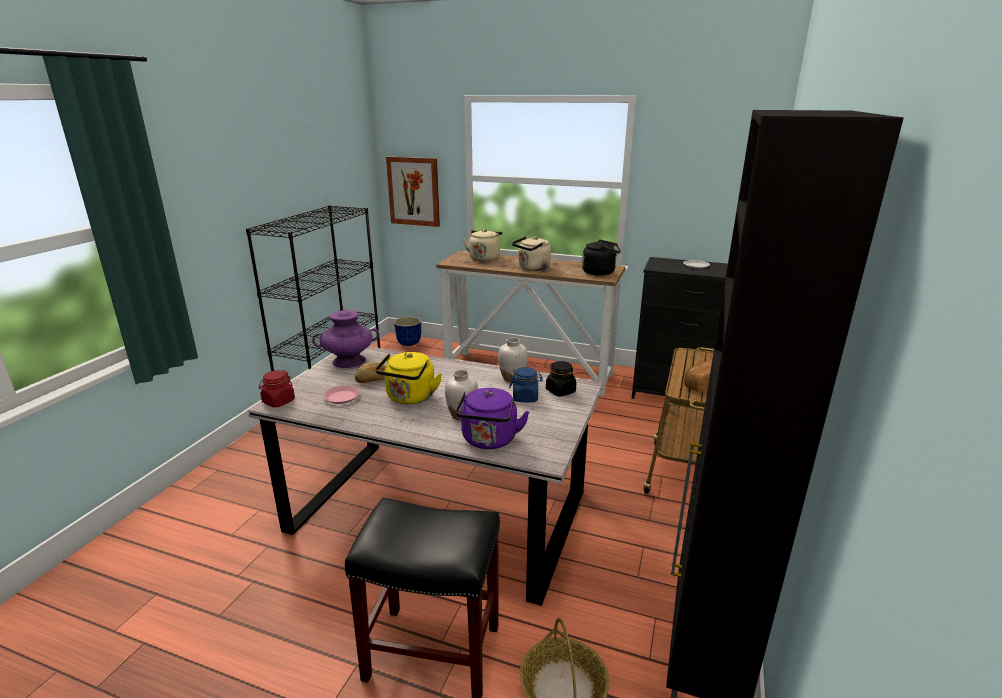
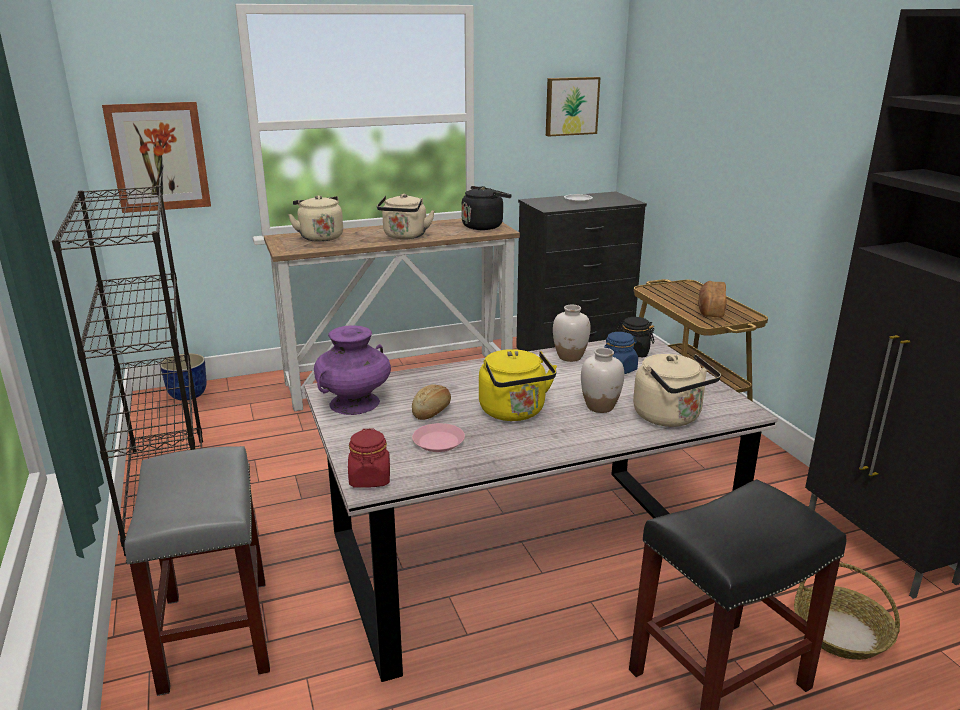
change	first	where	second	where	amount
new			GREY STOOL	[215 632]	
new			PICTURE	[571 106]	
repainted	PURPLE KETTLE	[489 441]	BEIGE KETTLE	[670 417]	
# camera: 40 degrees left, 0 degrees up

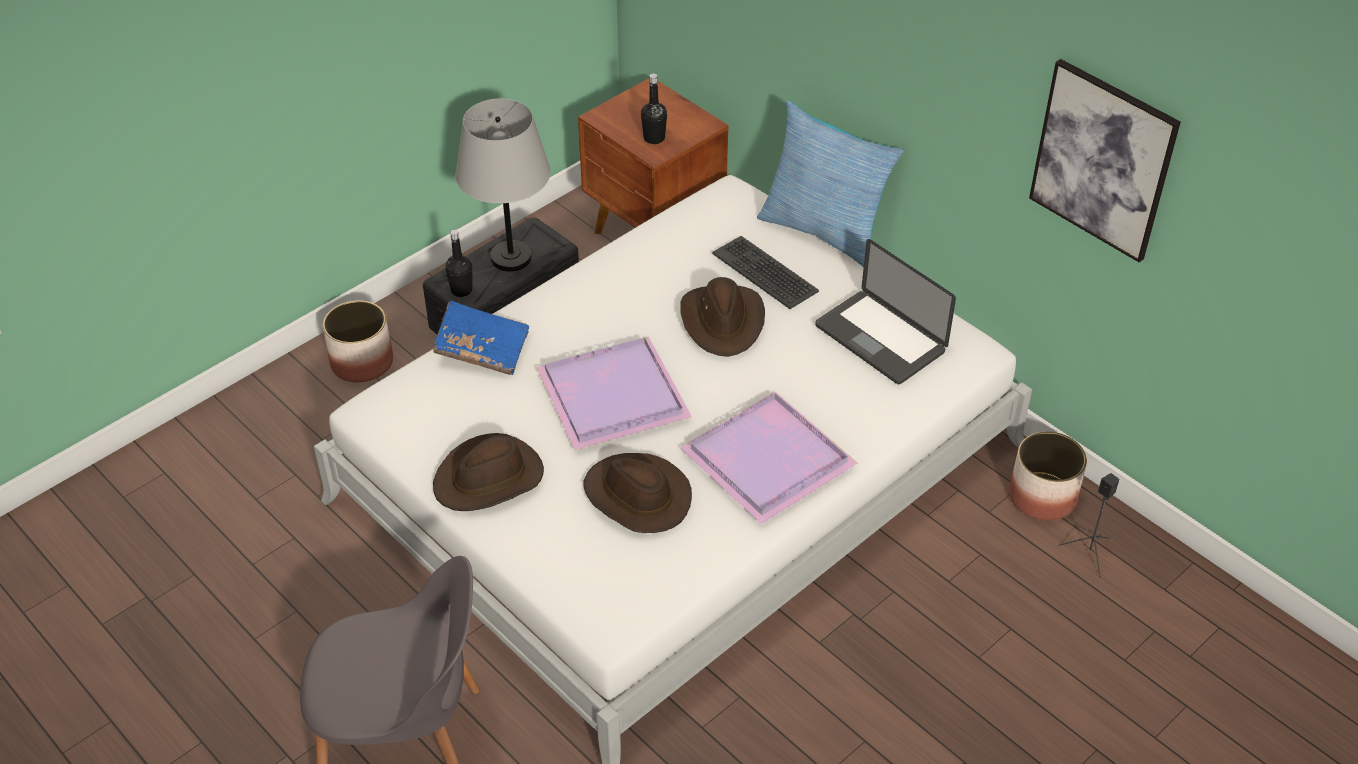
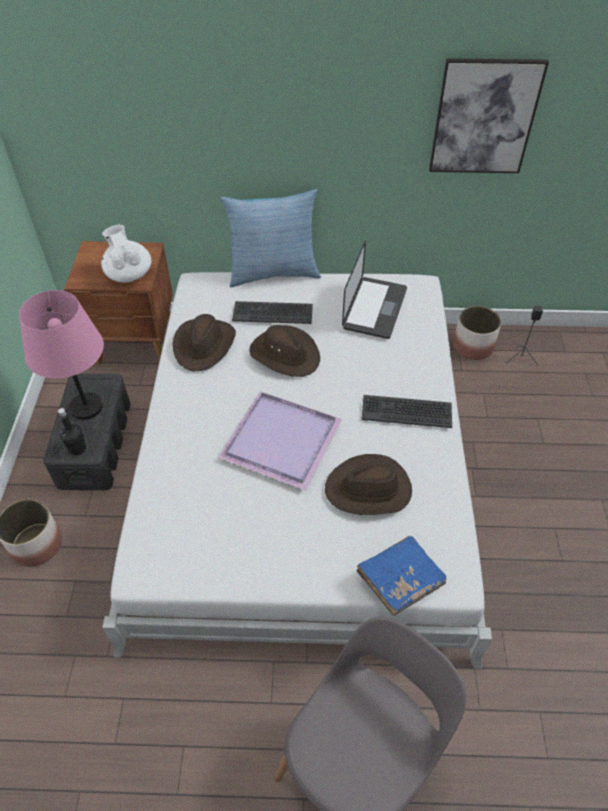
change	first	where	second	where	amount
repainted	GREY TABLE LAMP	[511 258]	PINK TABLE LAMP	[87 407]	
swapped	BLACK BOTTLE	[654 138]	WHITE TEAPOT	[129 274]	
shifted	BROWN HAT	[489 479]		[204 345]	
rotated	LAPTOP	[880 339]		[374 308]	75 degrees counterclockwise
shifted	BLUE BOOK	[482 349]		[400 580]	
swapped	PURPLE TRAY	[771 459]	KEYBOARD	[406 411]	
# camera: 45 degrees left, 5 degrees up

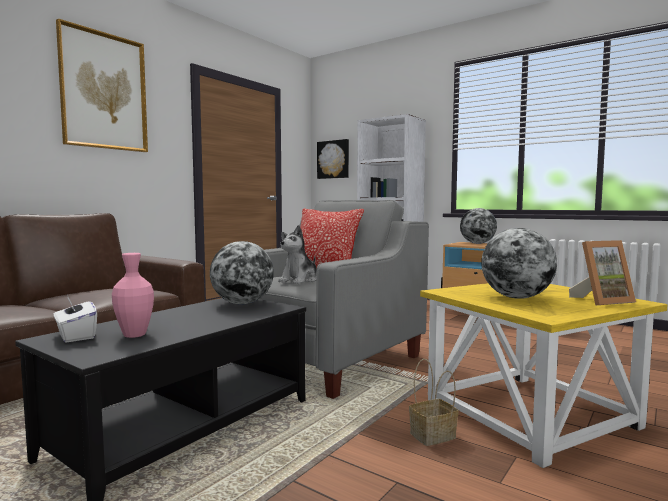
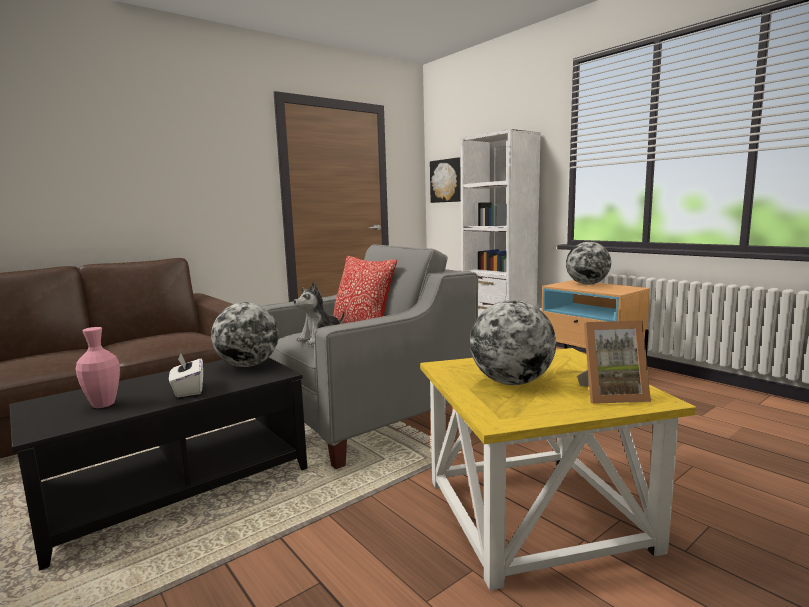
change	first	where	second	where	amount
shifted	WHITE TISSUE BOX	[76 336]		[188 390]	
gone	PICTURE	[104 91]			
gone	BASKET	[432 436]			
# camera: 15 degrees right, 5 degrees up

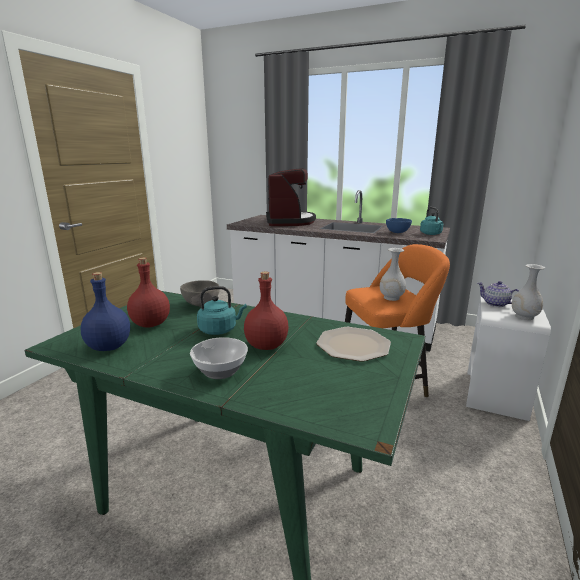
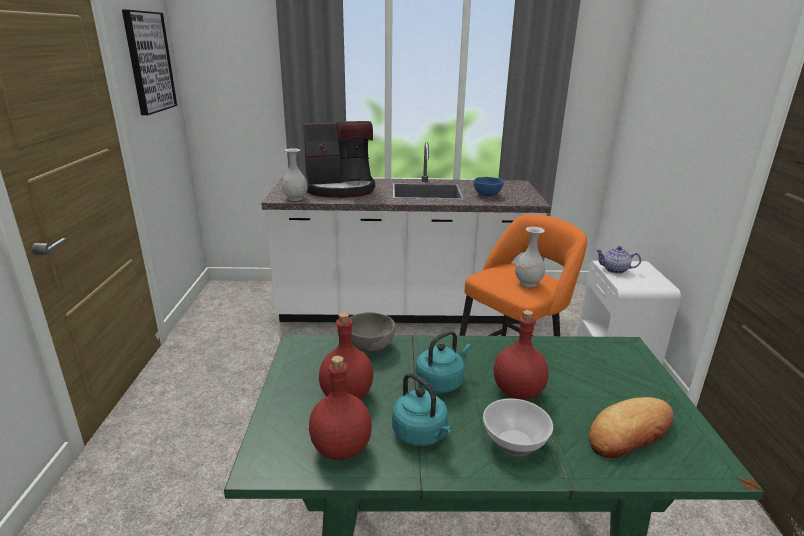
change	first	where	second	where	amount
new			PICTURE	[149 62]	
shifted	WHITE VASE	[524 316]		[295 198]	
rotated	COFFEE MACHINE	[289 222]		[340 188]	105 degrees clockwise
repainted	BLUE BOTTLE	[109 346]	RED BOTTLE	[341 447]	
shifted	TURQUOISE KETTLE	[431 234]		[421 435]	
new			BREAD	[630 433]	
gone	PLATE	[353 345]			
# camera: 25 degrees left, 5 degrees up

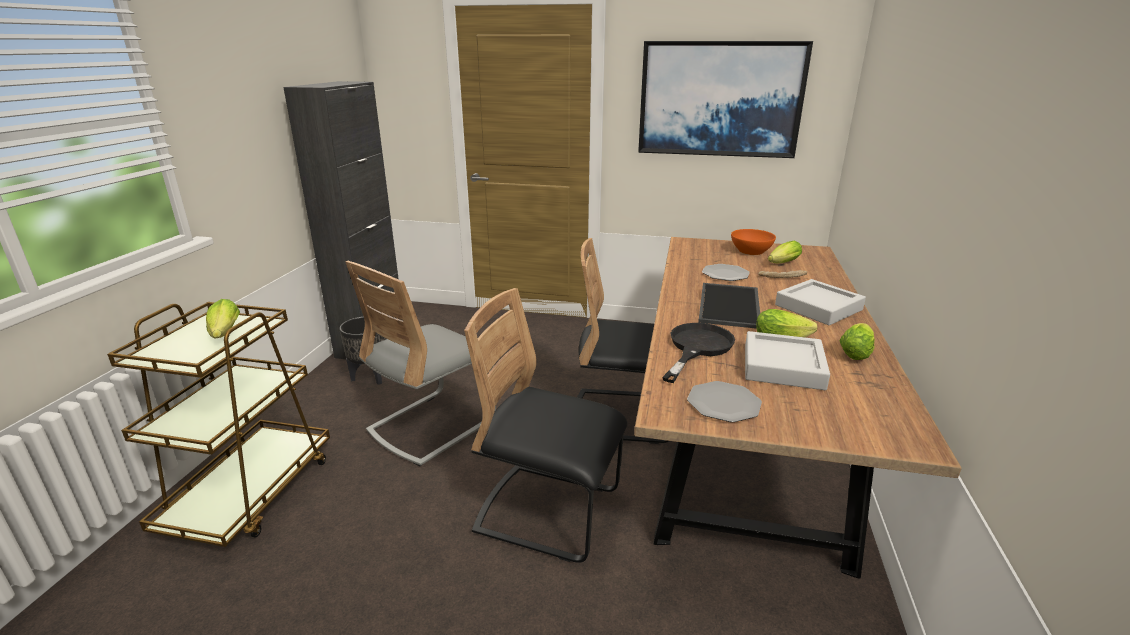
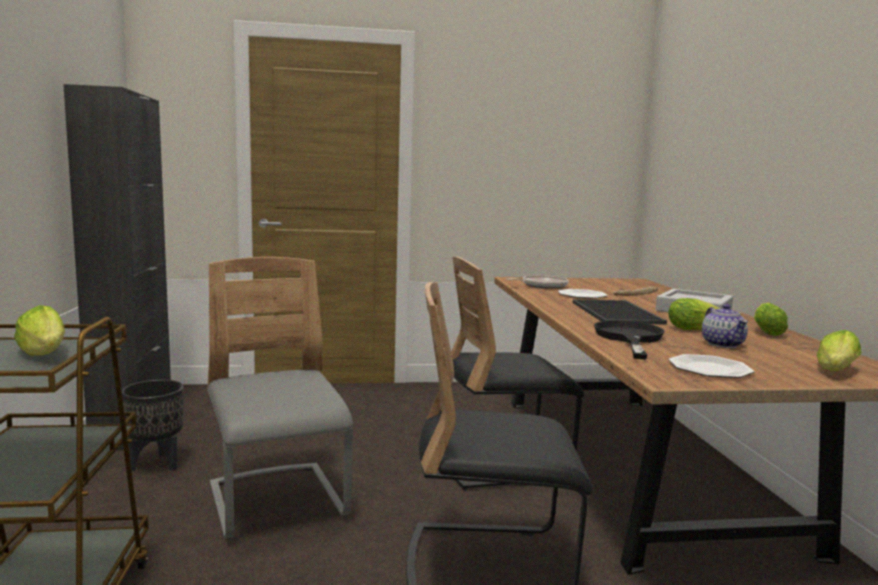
change	first	where	second	where	amount
rotated	GREY CHAIR	[432 425]		[277 502]	135 degrees clockwise
new			FRYING PAN	[542 286]	
swapped	GREY TRAY	[783 367]	TEAPOT	[722 344]	
shifted	LETTUCE	[781 264]		[835 371]	
gone	PICTURE	[720 99]			
gone	ORANGE BOWL	[750 251]			
# camera: 20 degrees left, 15 degrees down

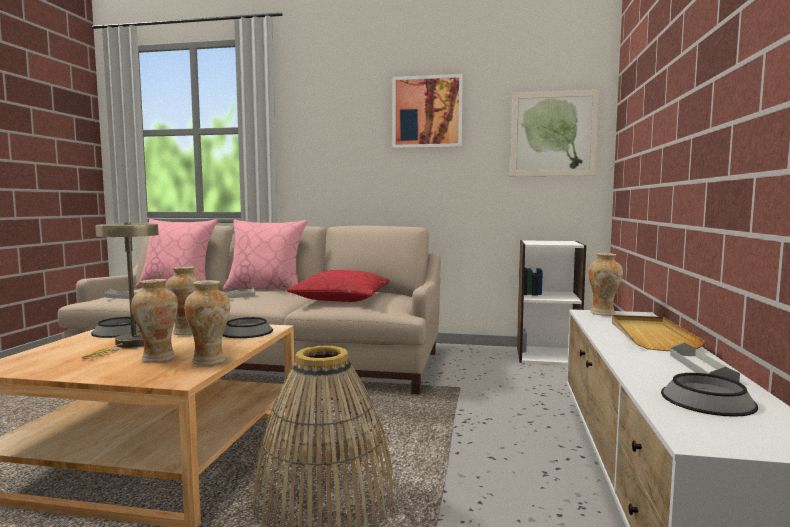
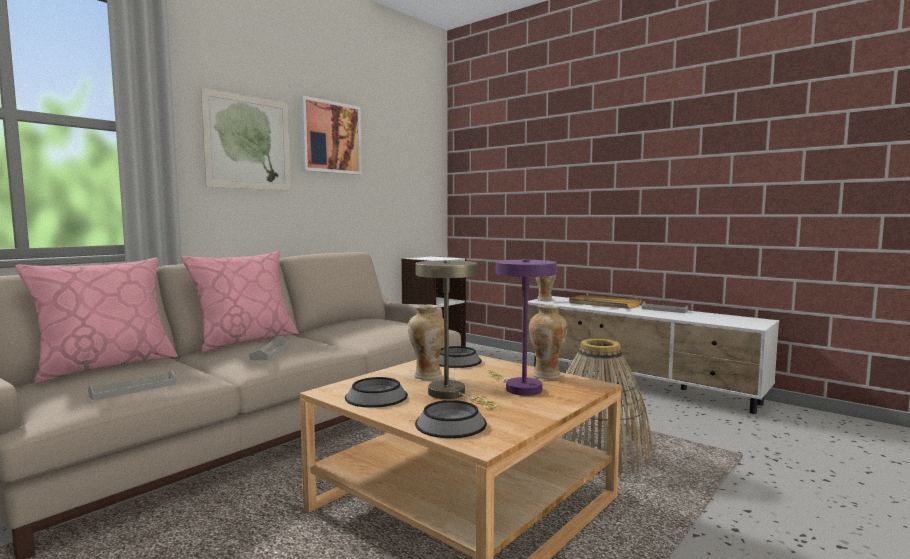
change	first	where	second	where	amount
shifted	PICTURE	[553 134]		[248 143]	
shifted	BOWL	[708 399]		[451 423]	
swapped	VASE	[157 358]	PURPLE TABLE LAMP	[519 387]	
gone	RED PILLOW	[342 298]			
# camera: 60 degrees left, 0 degrees up

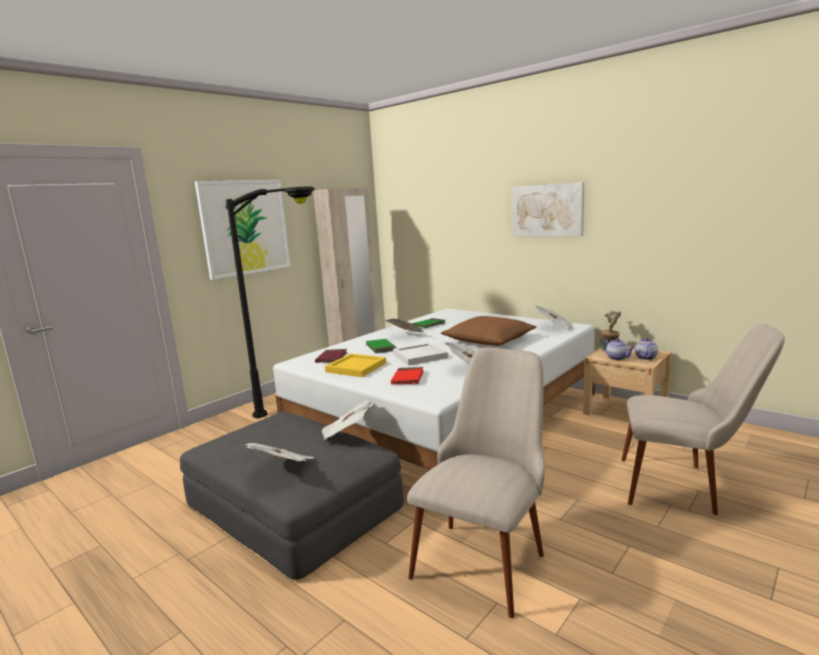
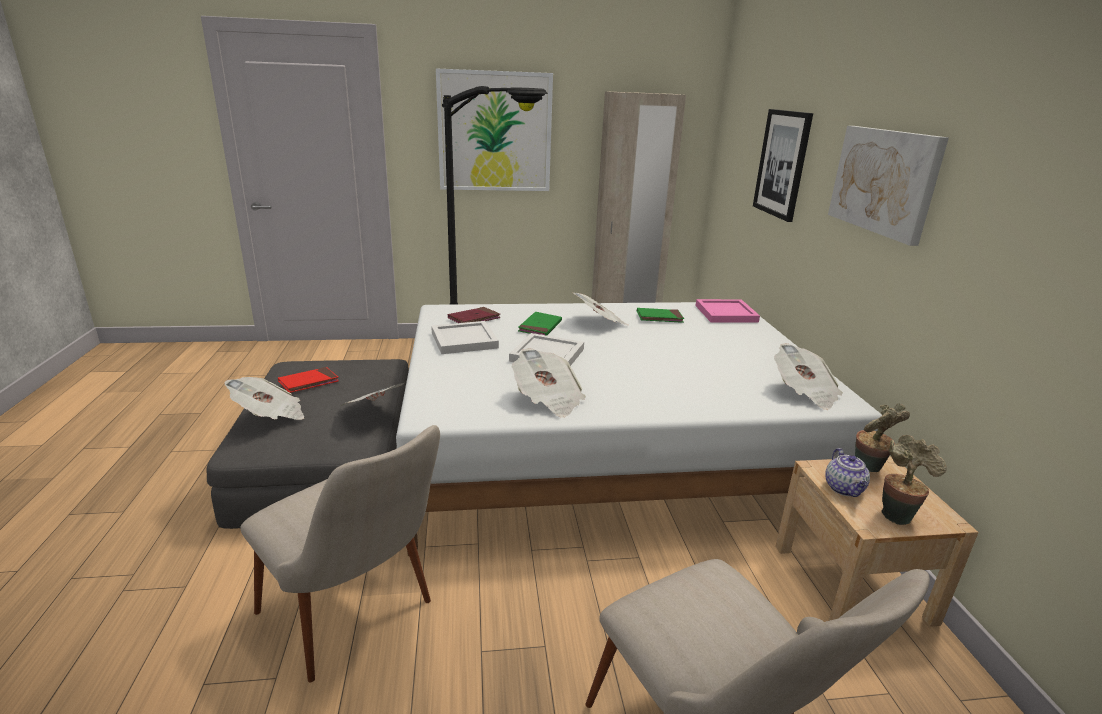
change	first	where	second	where	amount
rotated	BEIGE CHAIR	[486 552]		[359 622]	60 degrees clockwise
shifted	RED BOOK	[407 378]		[309 382]	
repainted	YELLOW TRAY	[356 368]	WHITE TRAY	[463 340]	
new			PINK TRAY	[725 314]	
new			PICTURE	[782 164]	
swapped	TEAPOT	[645 357]	POTTED PLANT	[896 514]	
gone	BROWN PILLOW	[488 340]			
# camera: 40 degrees right, 10 degrees up

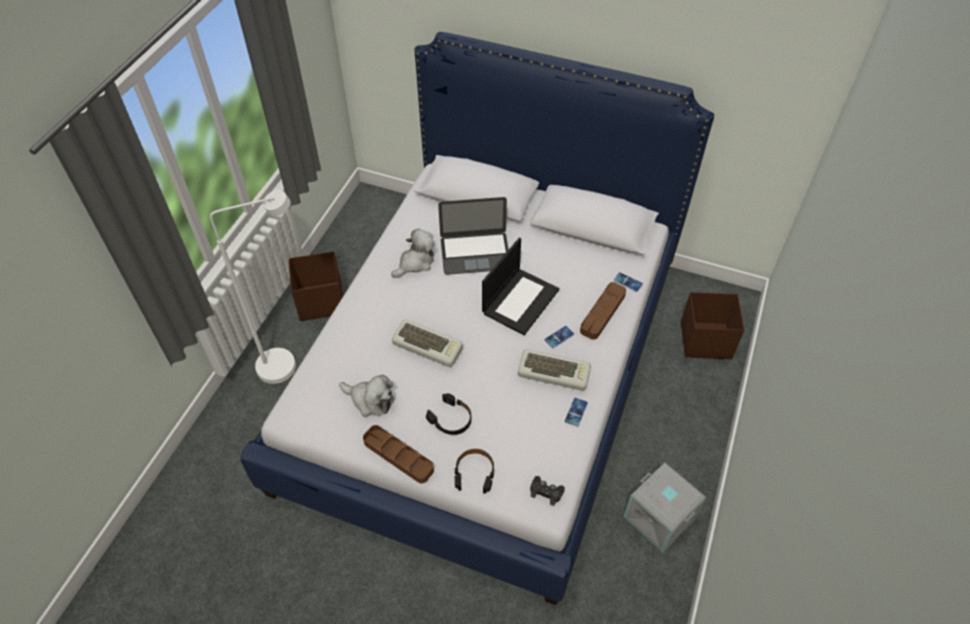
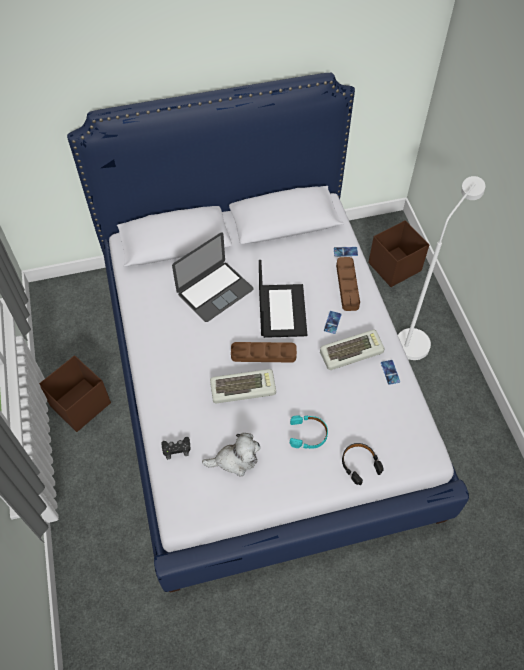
change	first	where	second	where	amount
shifted	BLACK GAME CONTROLLER	[546 492]		[176 449]	
shifted	BROWN TRAY	[398 456]		[263 354]	
repainted	BLACK HEADPHONES	[451 419]	TURQUOISE HEADPHONES	[308 434]	
shifted	WHITE FLOOR LAMP	[287 363]		[416 338]	
gone	PLUSH TOY	[415 262]			
gone	GREY STORAGE BOX	[660 517]			
# camera: 35 degrees left, 5 degrees up

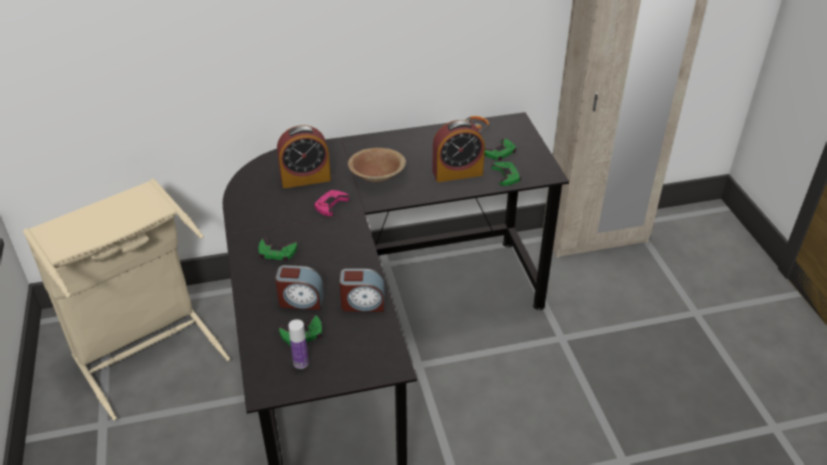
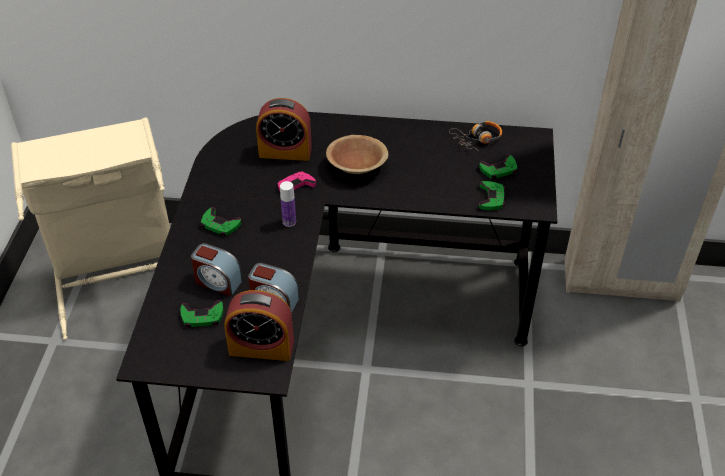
change	first	where	second	where	amount
shifted	ALARM CLOCK	[457 172]		[261 347]	
shifted	BOTTLE	[301 363]		[289 222]	
# camera: 20 degrees right, 5 degrees up

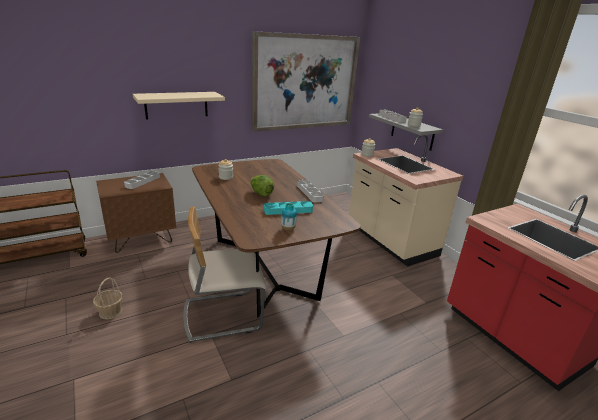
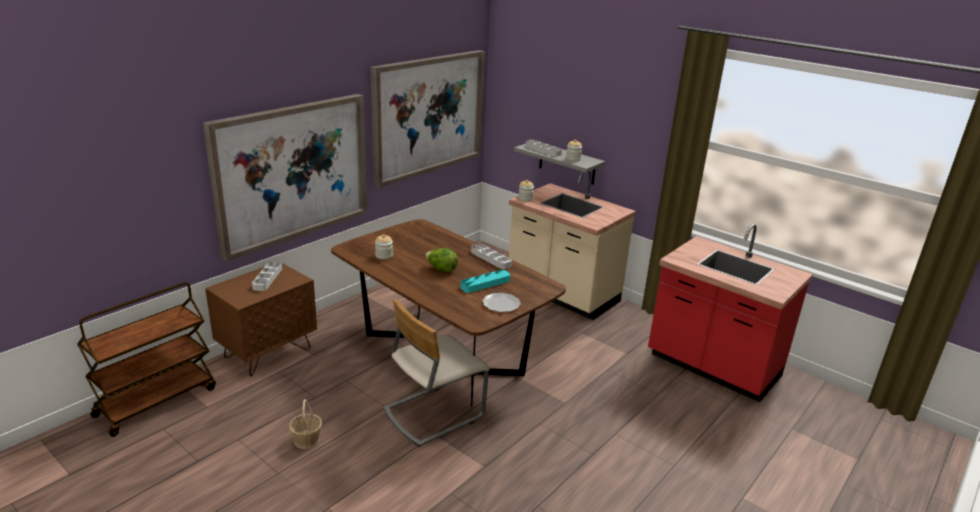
change	first	where	second	where	amount
swapped	BEIGE SHELF	[176 105]	PICTURE	[292 172]	
swapped	VASE	[288 229]	PLATE	[501 304]	
# camera: 20 degrees left, 0 degrees up

